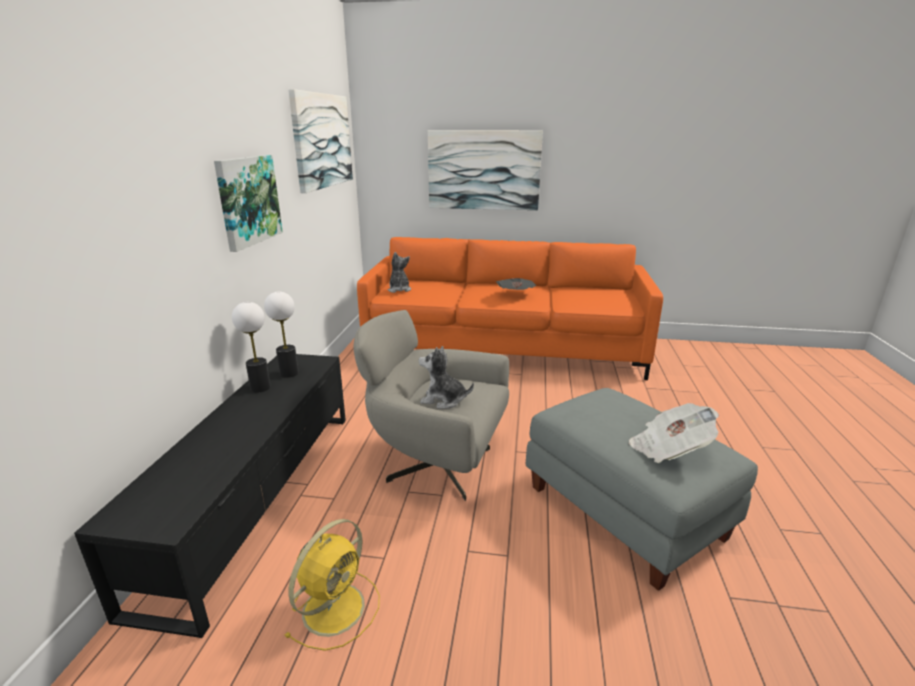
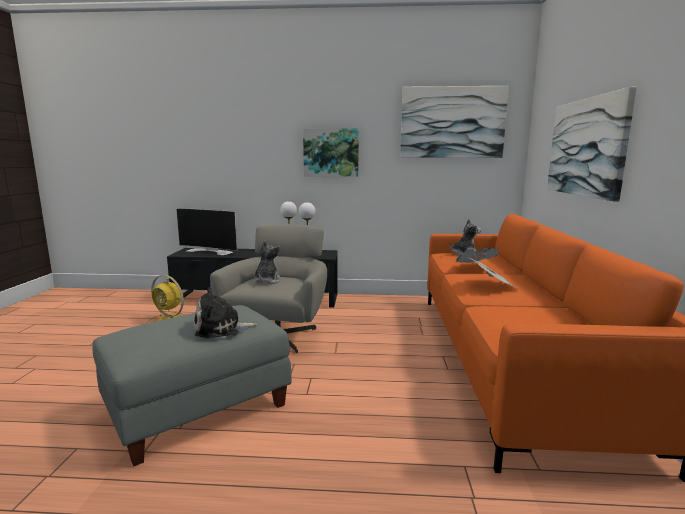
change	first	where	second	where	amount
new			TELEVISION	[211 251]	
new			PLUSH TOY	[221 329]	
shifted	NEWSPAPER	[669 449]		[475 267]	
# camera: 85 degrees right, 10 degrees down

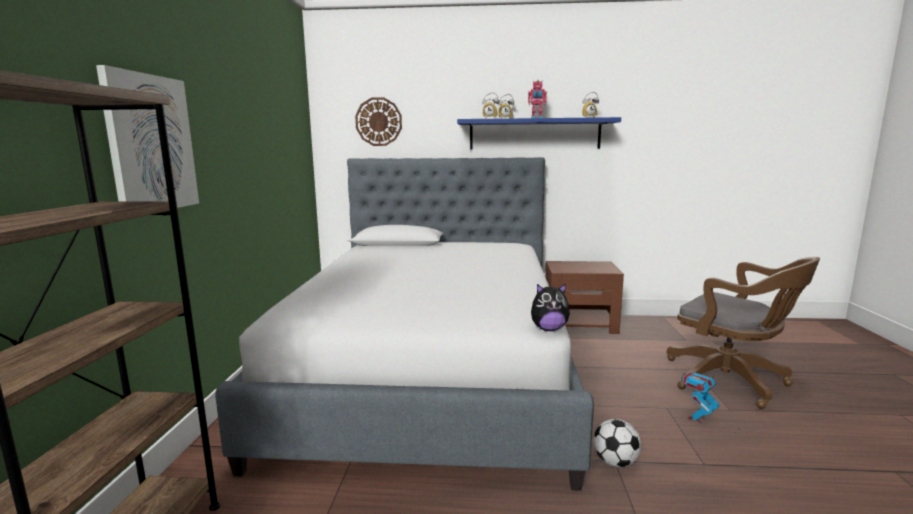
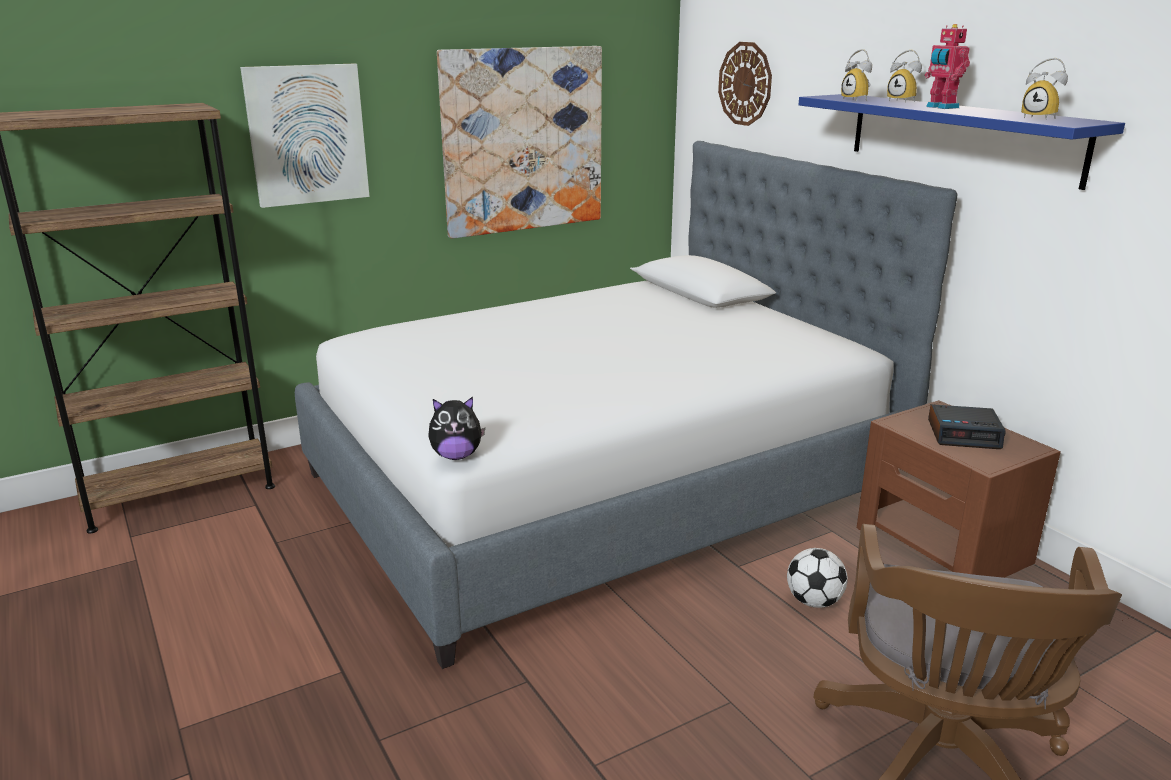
change	first	where	second	where	amount
rotated	PLUSH TOY	[549 329]		[456 456]	60 degrees counterclockwise
new			PICTURE	[523 140]	
shifted	FOOTBALL	[615 462]		[814 601]	
new			ALARM CLOCK	[964 434]	
gone	TOY ROBOT	[696 418]			
# camera: 55 degrees right, 10 degrees up

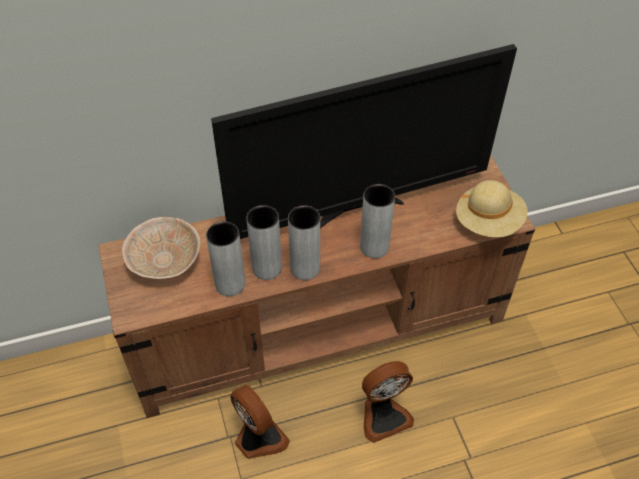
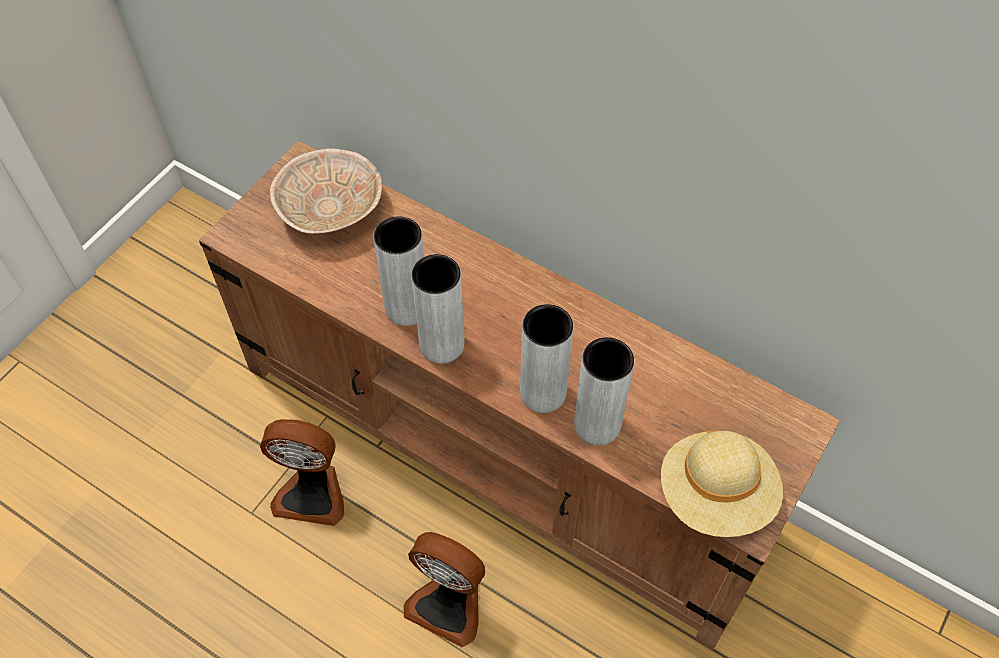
change	first	where	second	where	amount
rotated	FAN	[258 438]		[312 492]	90 degrees clockwise
shifted	GREY VASE	[230 284]		[597 424]	
gone	TELEVISION	[359 208]			
# camera: 50 degrees right, 5 degrees up

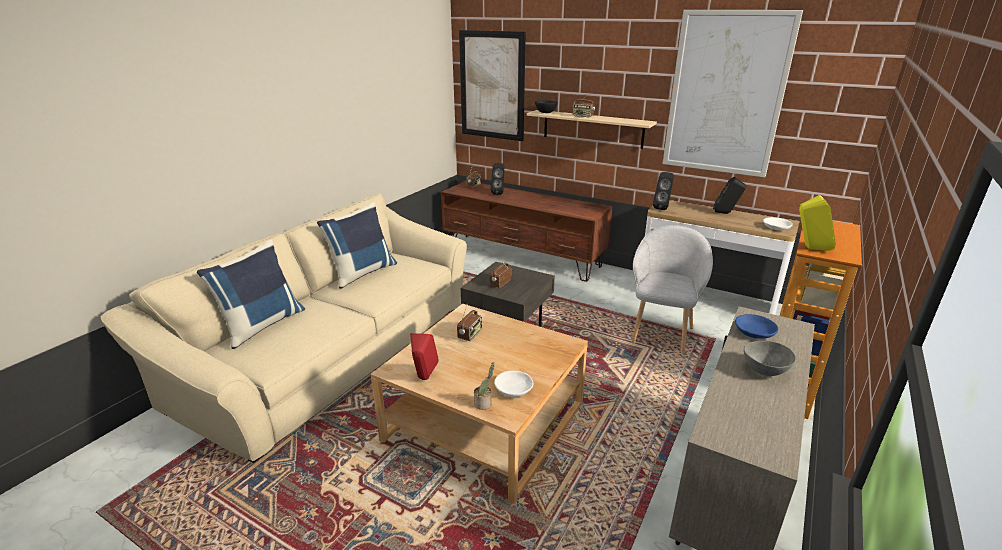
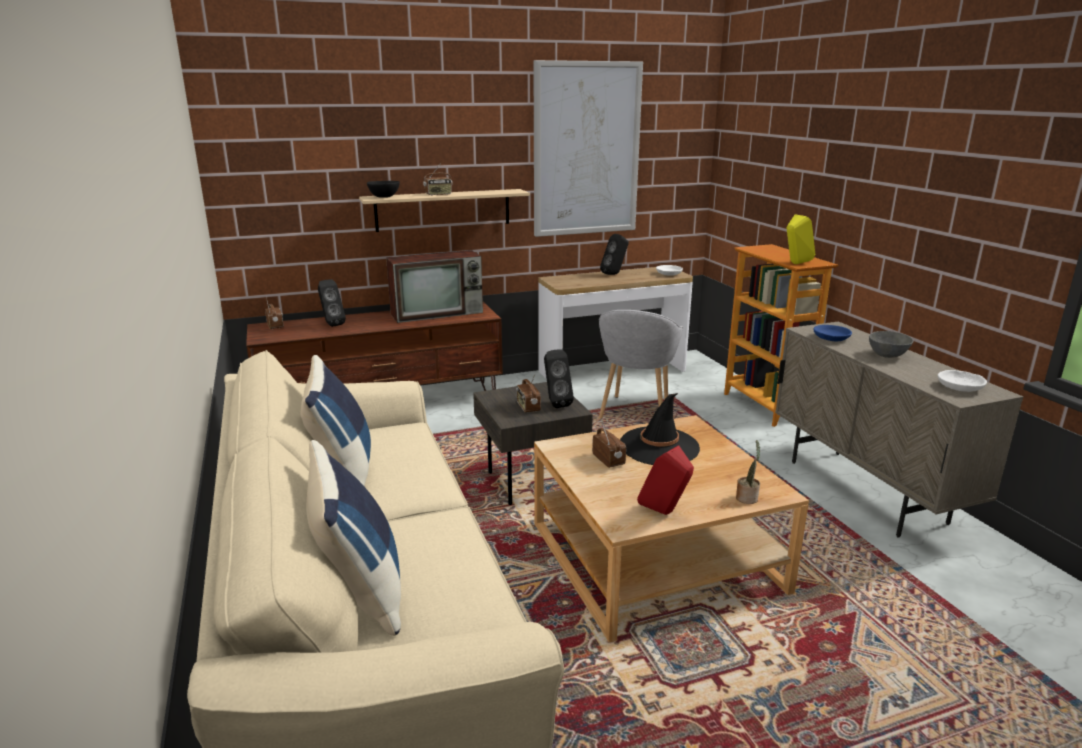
change	first	where	second	where	amount
new			TELEVISION	[438 313]	
shifted	BLACK SPEAKER	[662 208]		[555 403]	
rotated	GREY ARMCHAIR	[661 333]		[635 412]	135 degrees counterclockwise
new			BLACK HAT	[659 447]	
shifted	WHITE BOWL	[514 389]		[960 387]	
gone	PICTURE	[491 86]			
# camera: 50 degrees left, 5 degrees down

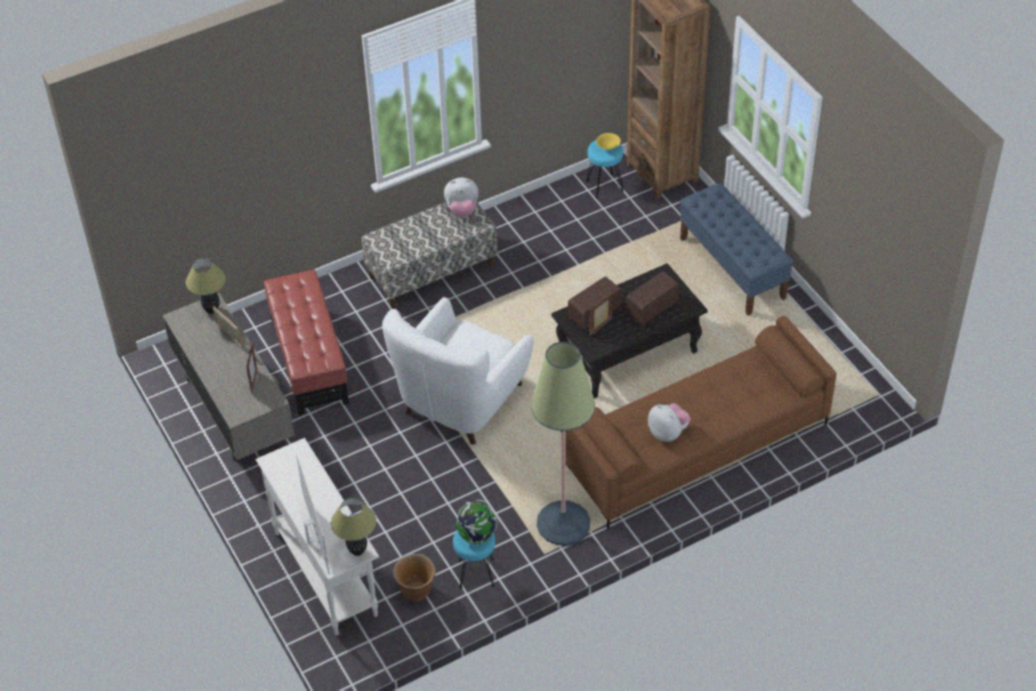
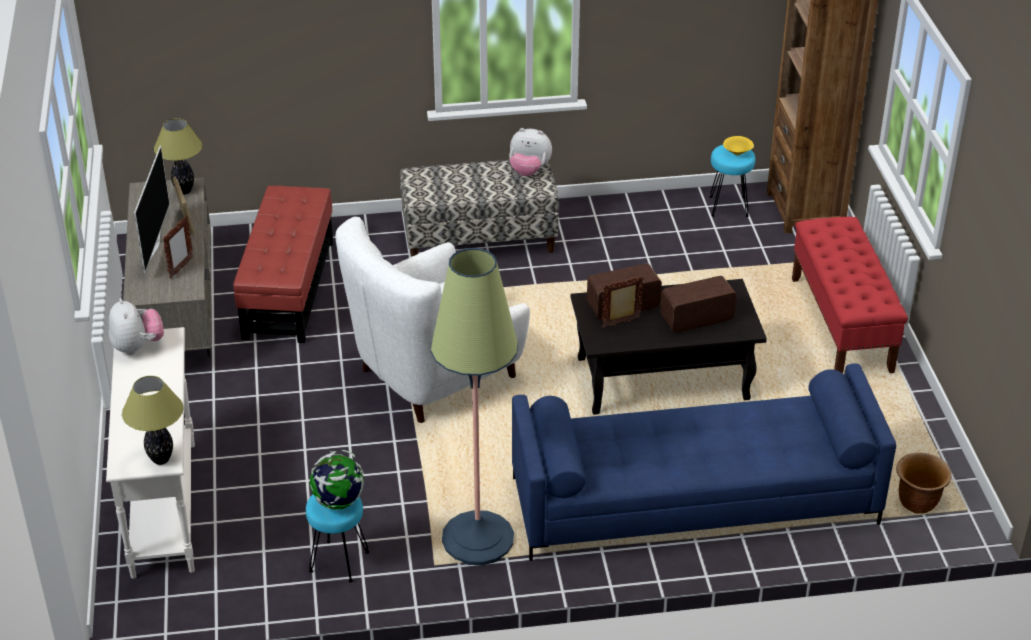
change	first	where	second	where	amount
shifted	PLUSH TOY	[668 433]		[137 347]	
shifted	TELEVISION	[312 539]		[153 245]	
repainted	BROWN SOFA	[695 447]	BLUE SOFA	[692 502]	
repainted	BLUE BENCH	[732 269]	RED BENCH	[841 325]	
shifted	BROWN PLANTER	[416 591]		[917 502]	
# camera: 20 degrees right, 10 degrees down

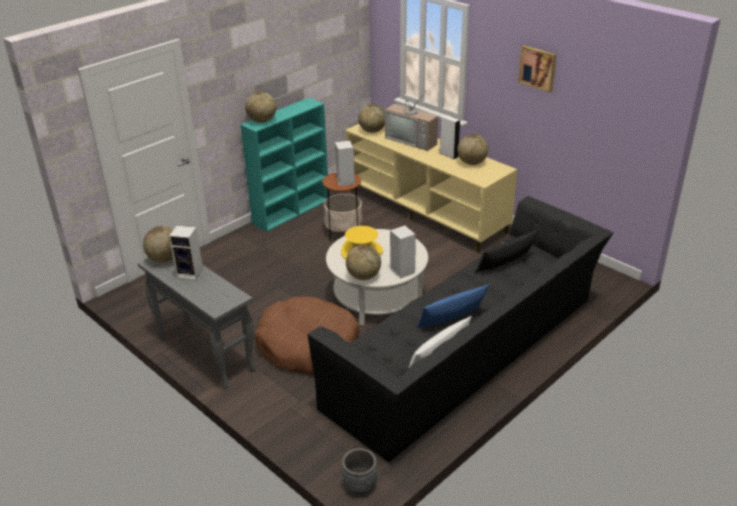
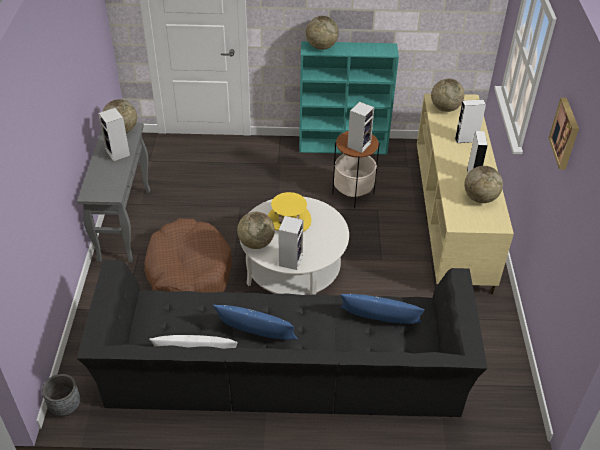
change	first	where	second	where	amount
repainted	BLACK PILLOW	[505 263]	BLUE PILLOW	[380 319]	
swapped	TELEVISION	[413 140]	WHITE SPEAKER	[466 140]	
# camera: 45 degrees right, 10 degrees up

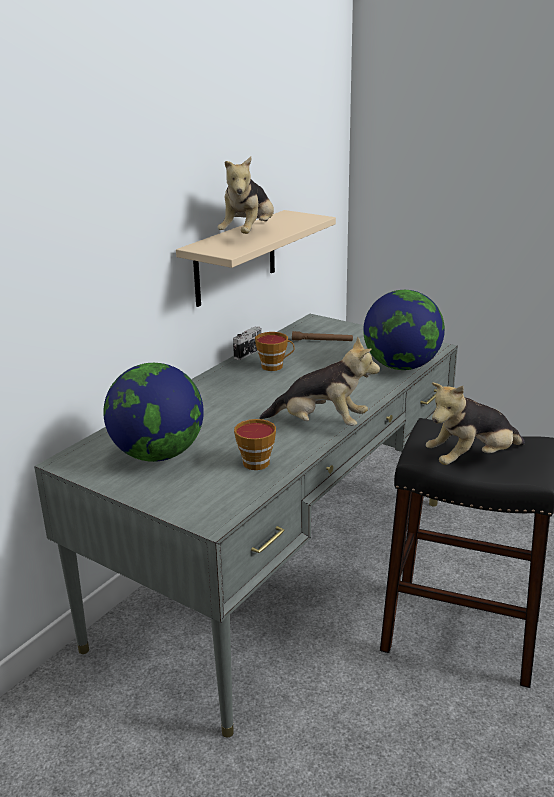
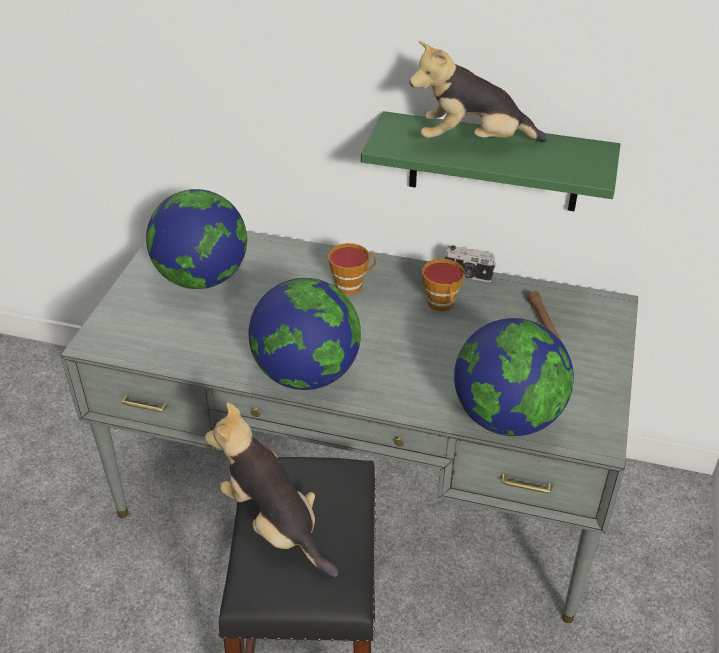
change	first	where	second	where	amount
swapped	PLUSH TOY	[320 424]	GLOBE	[306 374]	
shifted	CUP	[256 461]		[352 285]	
repainted	BEIGE SHELF	[235 258]	GREEN SHELF	[494 162]	
# camera: 70 degrees right, 15 degrees up

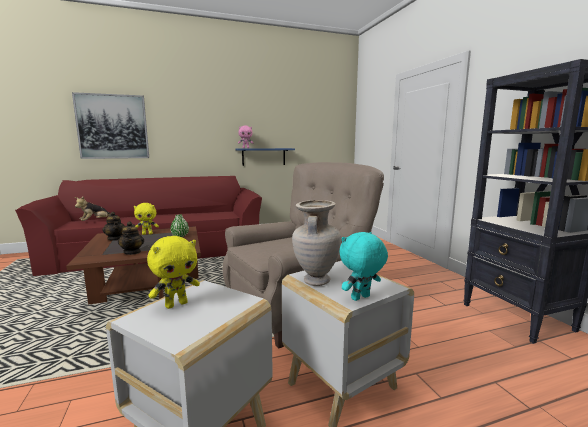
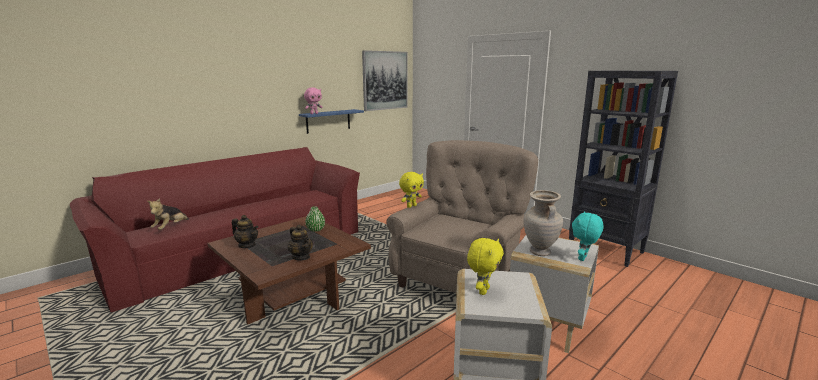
change	first	where	second	where	amount
shifted	PICTURE	[113 127]		[385 80]	
shifted	YELLOW PLUSH TOY	[147 234]		[411 206]	
# camera: 25 degrees left, 5 degrees up

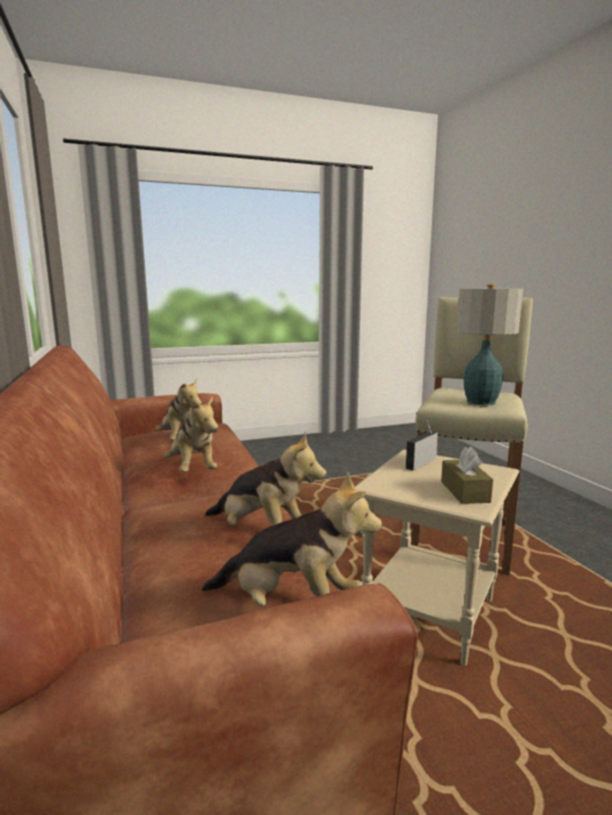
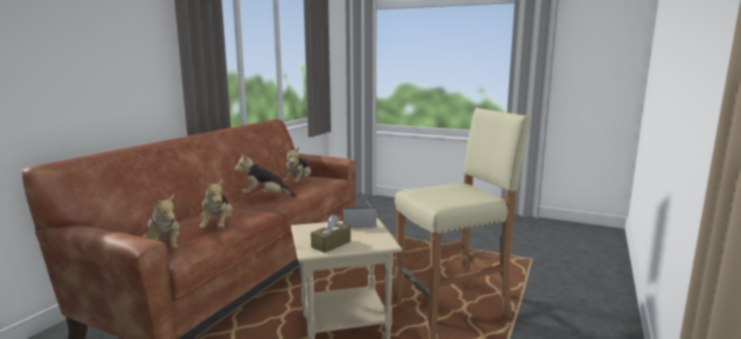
change	first	where	second	where	amount
rotated	PLUSH TOY	[192 469]		[265 196]	75 degrees clockwise
gone	TABLE LAMP	[481 402]			
# camera: 45 degrees right, 0 degrees up

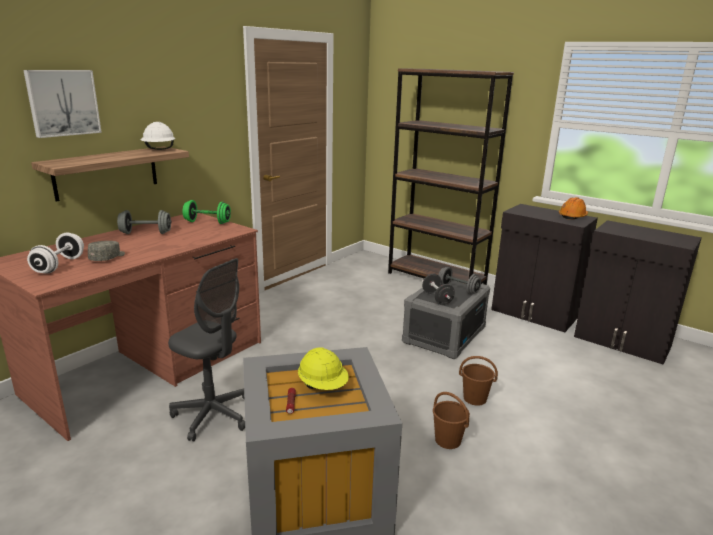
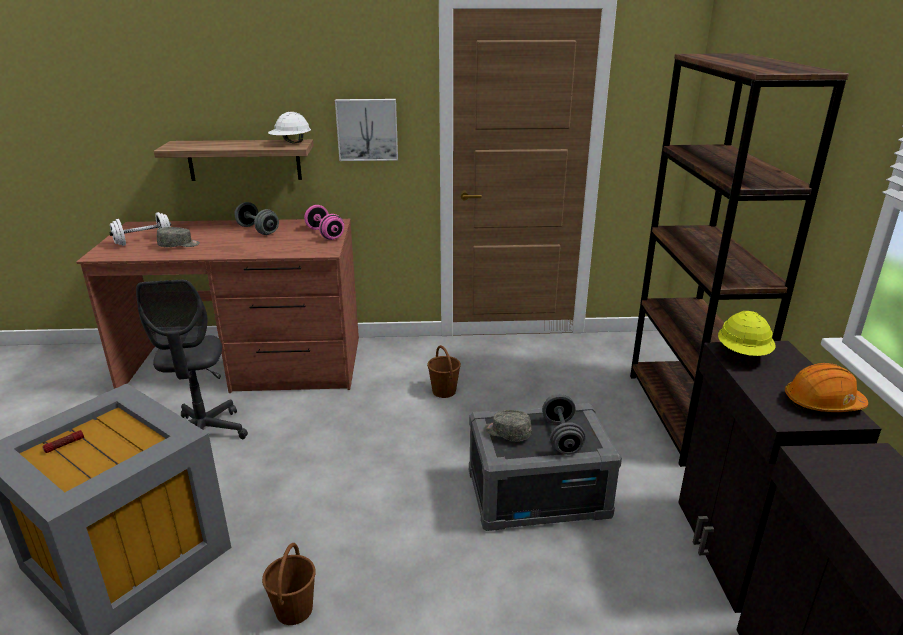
change	first	where	second	where	amount
repainted	GREEN DUMBBELL	[207 222]	PINK DUMBBELL	[325 234]	
shifted	PICTURE	[63 102]		[367 129]	
shifted	BROWN BUCKET	[475 398]		[444 391]	
swapped	BLACK DUMBBELL	[437 298]	GREY CAP	[507 433]	
shifted	YELLOW HARD HAT	[323 386]		[743 354]	
# camera: 50 degrees right, 5 degrees up

